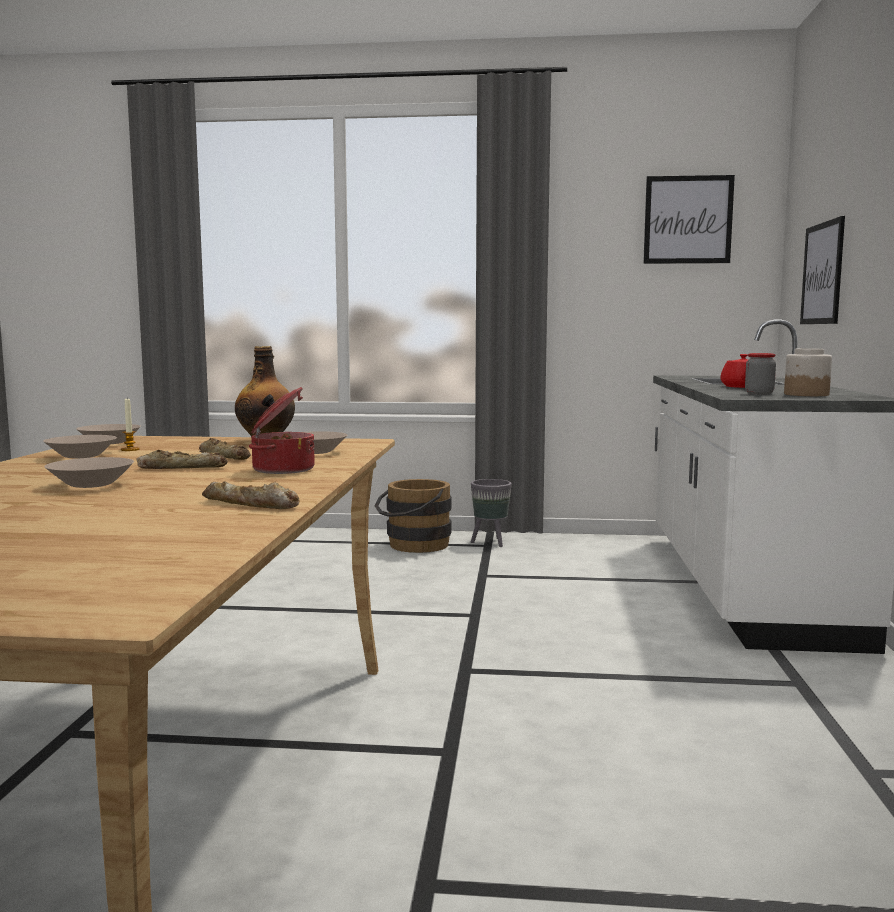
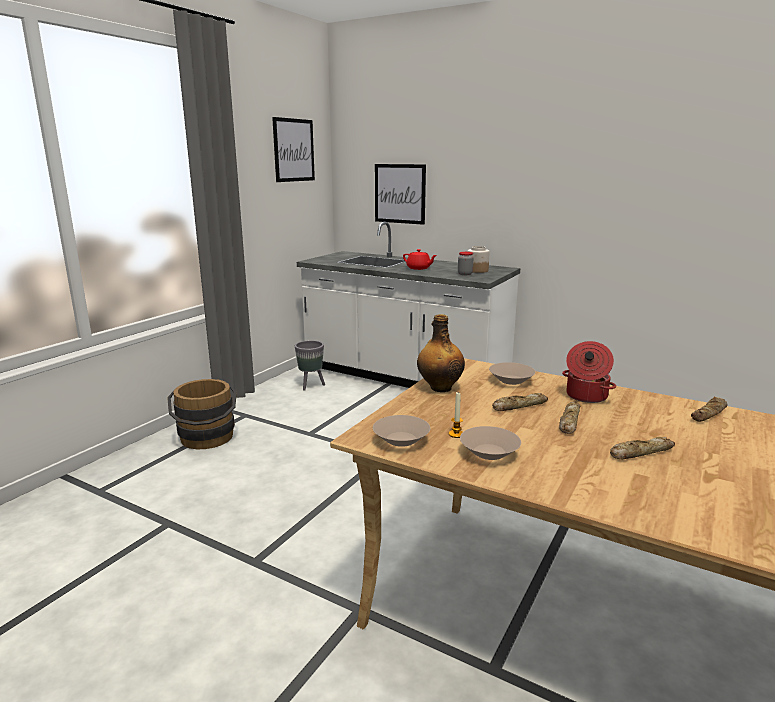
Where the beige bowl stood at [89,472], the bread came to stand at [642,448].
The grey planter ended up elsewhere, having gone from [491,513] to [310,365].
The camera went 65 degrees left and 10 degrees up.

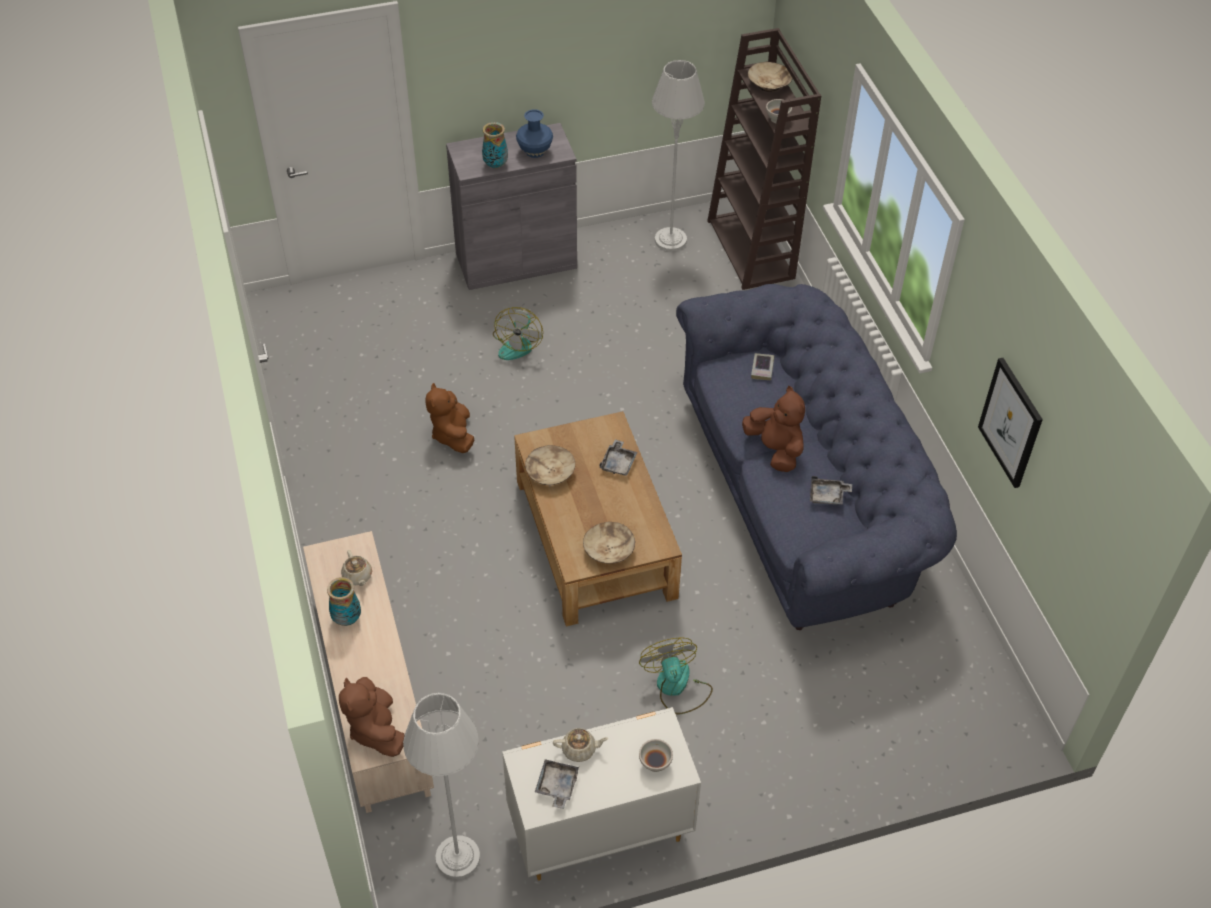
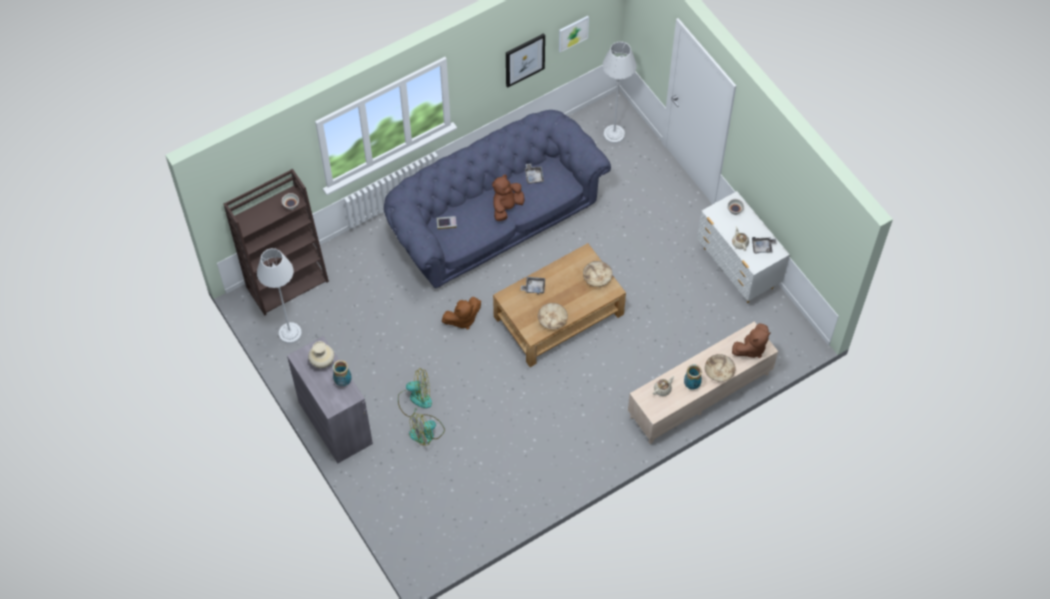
The beige bowl ended up elsewhere, having gone from [770,77] to [720,368].
What was the blue vase at [534,133] turned into the beige vase at [321,354].
The brown plush toy ended up elsewhere, having gone from [450,418] to [461,313].
The fan ended up elsewhere, having gone from [676,676] to [427,429].
The grey floor lamp ended up elsewhere, having gone from [441,786] to [619,93].
The second view gained the picture at [574,34].
The camera went 105 degrees left and 10 degrees up.

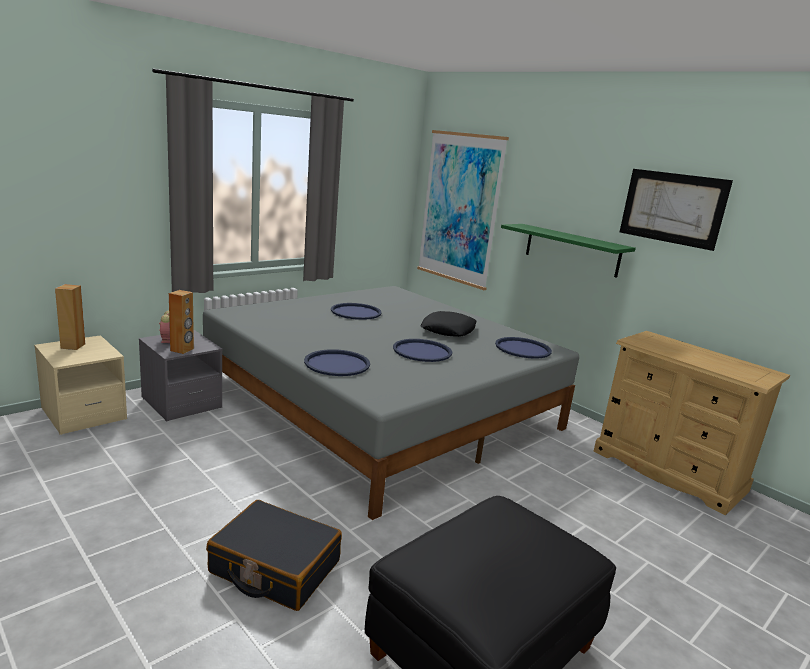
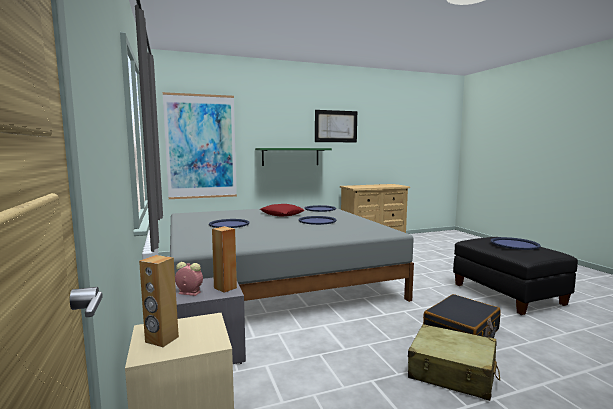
What was the black pillow at [448,324] turned into the red pillow at [282,210].
The blue tray ended up elsewhere, having gone from [337,362] to [516,243].
The second view gained the beige suitcase at [454,362].
The camera went 65 degrees left and 10 degrees down.

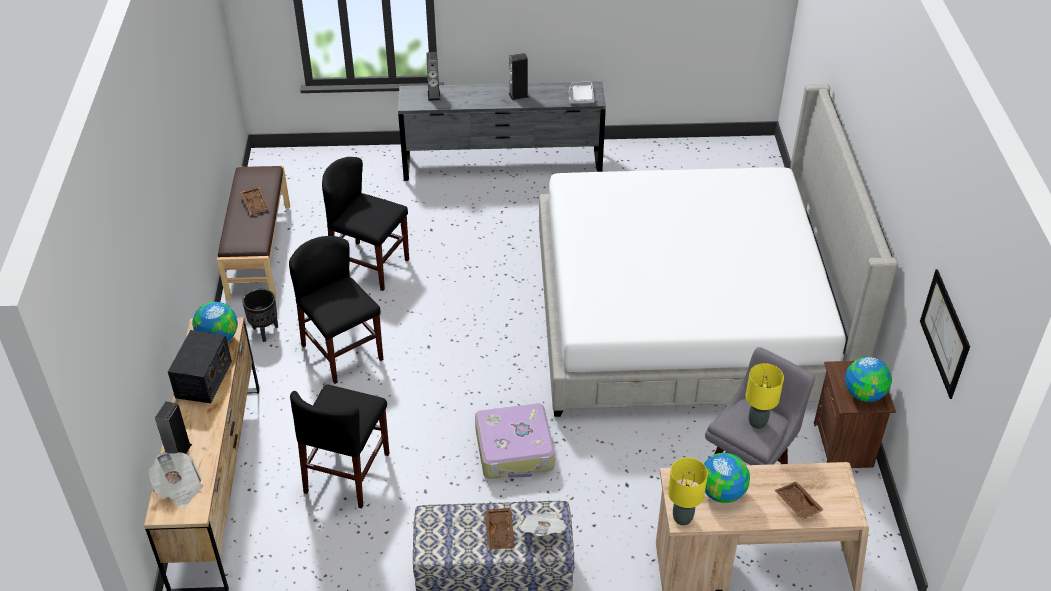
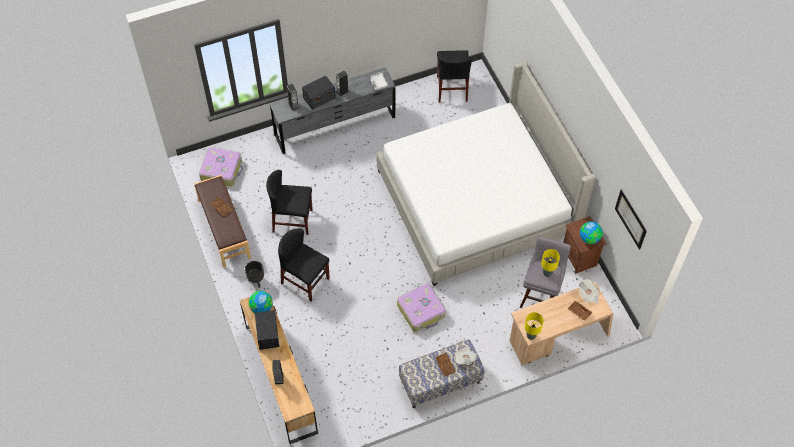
The black chair ended up elsewhere, having gone from [340,446] to [454,76].
The newspaper ended up elsewhere, having gone from [175,480] to [589,291].
The second view lost the globe at [727,478].
The second view gained the radio at [319,92].
The second view gained the suitcase at [221,166].
The camera went 20 degrees left and 15 degrees up.

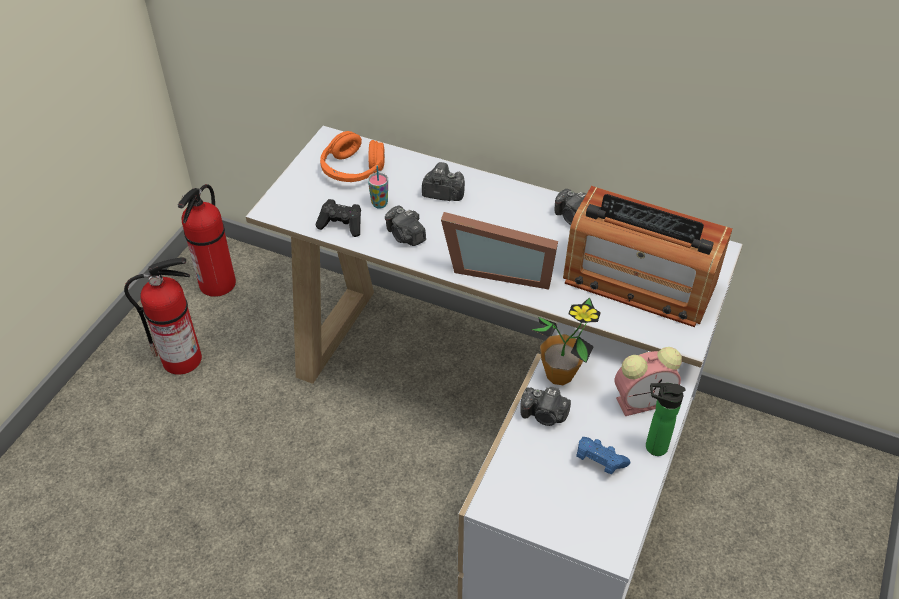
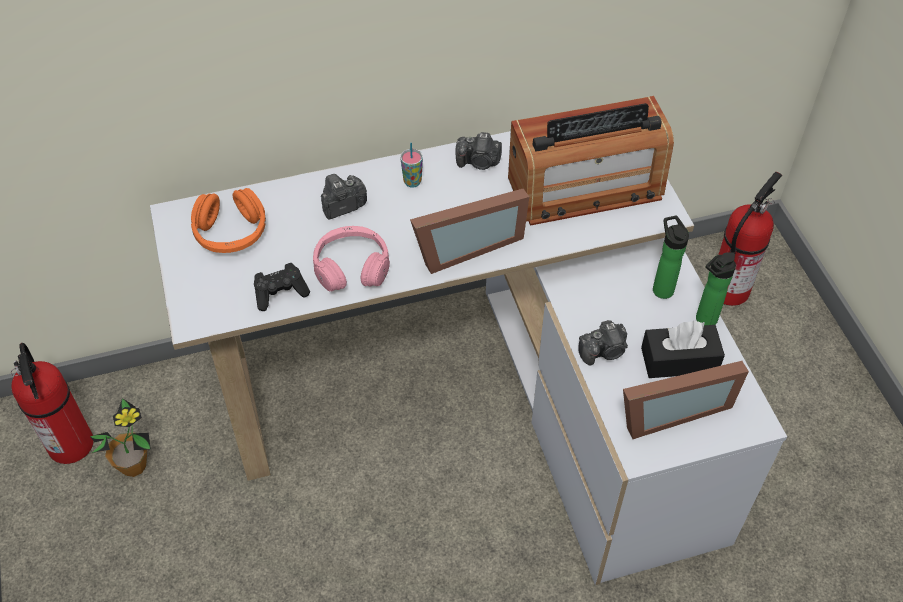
The cup ended up elsewhere, having gone from [378,187] to [411,165].
Where the photo camera stood at [405,226], the pink headphones came to stand at [351,258].
The fire extinguisher ended up elsewhere, having gone from [163,316] to [750,239].
The potted plant ended up elsewhere, having gone from [565,341] to [120,437].
Where the alarm clock stood at [648,381], the bottle came to stand at [671,257].
Where the blue game controller stood at [603,455], the black tissue box came to stand at [683,349].
The second view gained the picture frame at [686,400].
The camera went 40 degrees left and 5 degrees up.

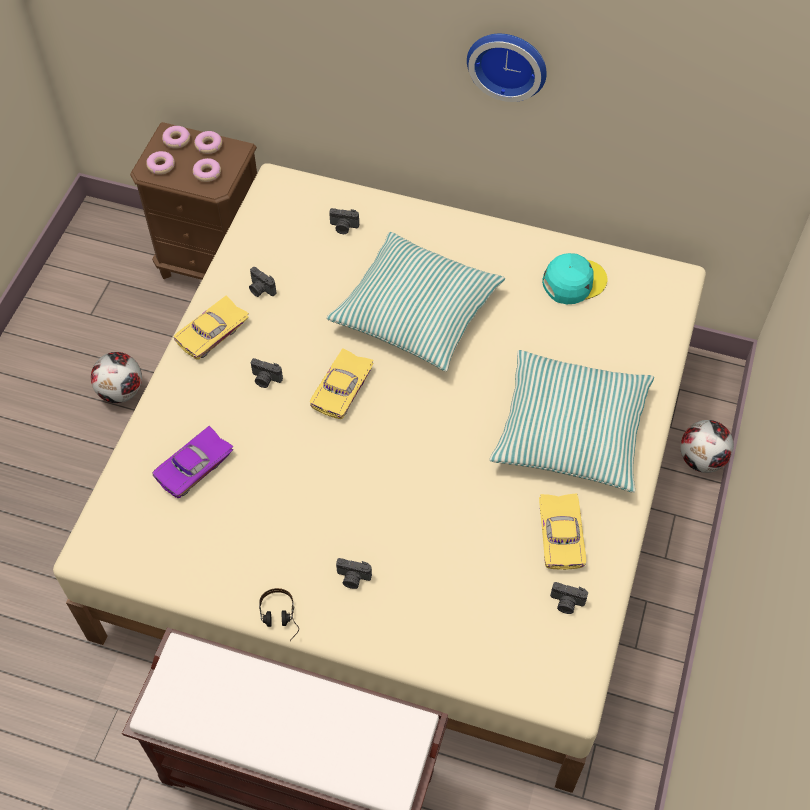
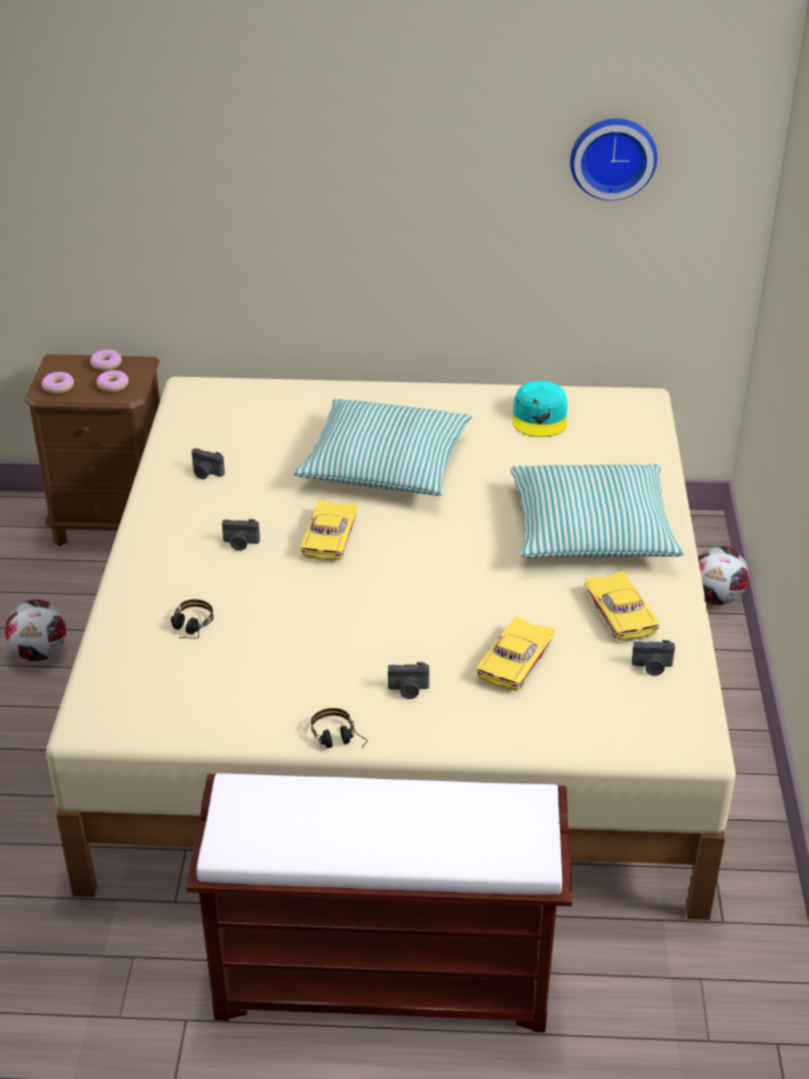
The wall clock ended up elsewhere, having gone from [507,68] to [613,159].
The second view lost the donut at [176,137].
The second view lost the photo camera at [344,221].
The turquoise cap at [574,278] ended up facing another way, 135 degrees clockwise from before.
The yellow toy car ended up elsewhere, having gone from [211,328] to [516,653].
Where the purple toy car stood at [193,462], the headphones came to stand at [192,619].
The camera went 15 degrees left and 20 degrees down.

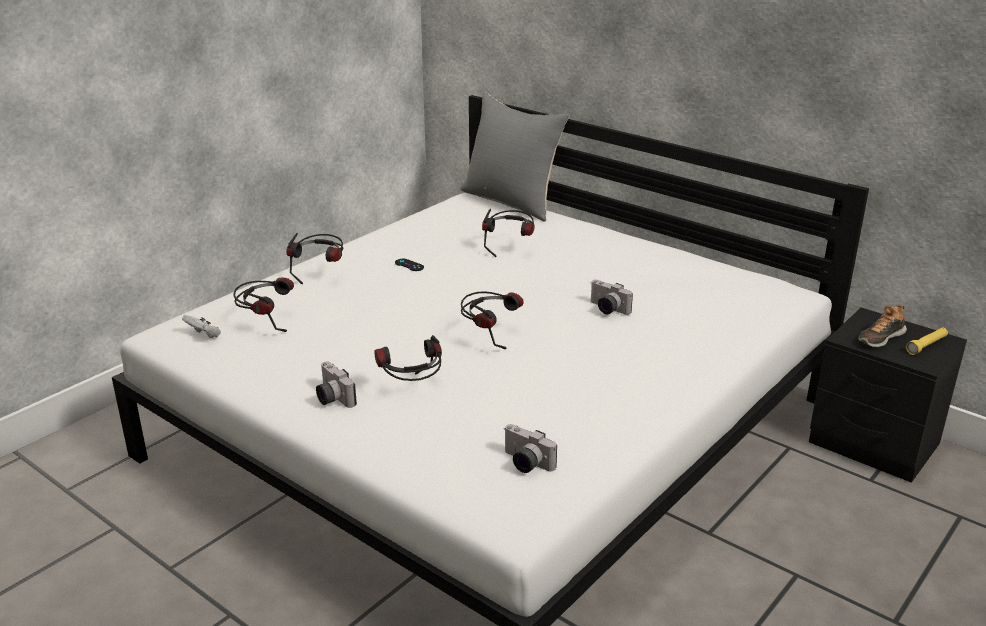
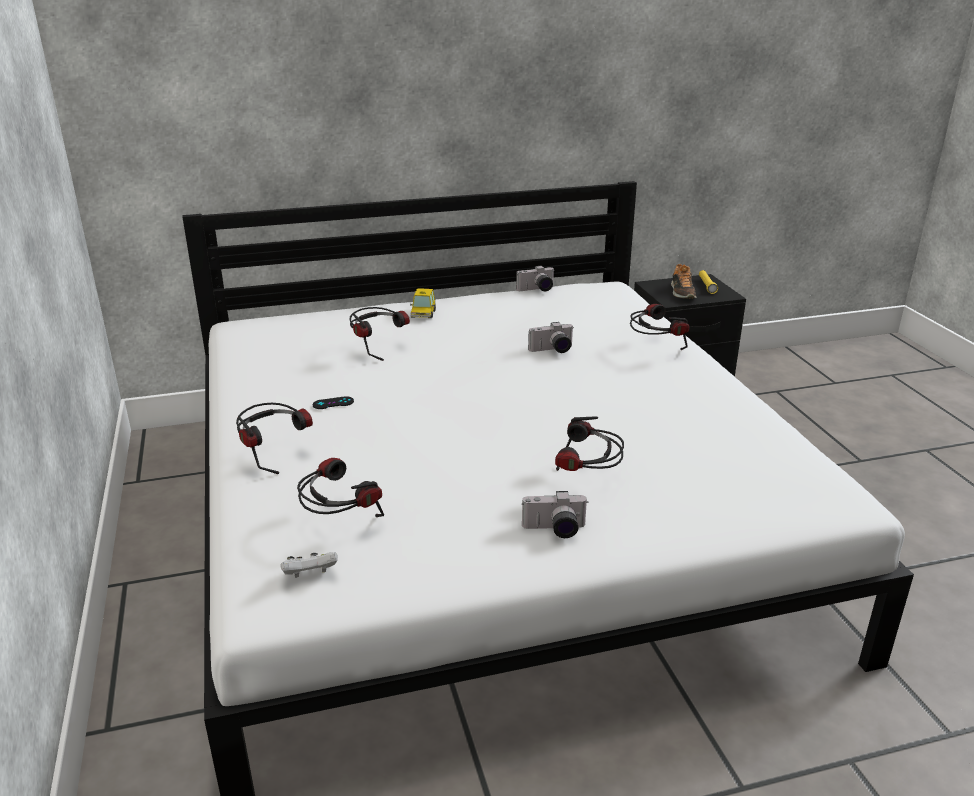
The second view lost the grey pillow at [515,156].
The headphones ended up elsewhere, having gone from [492,320] to [659,327].
The photo camera ended up elsewhere, having gone from [531,448] to [535,278].
The second view gained the toy car at [423,303].
The camera went 55 degrees left and 0 degrees up.

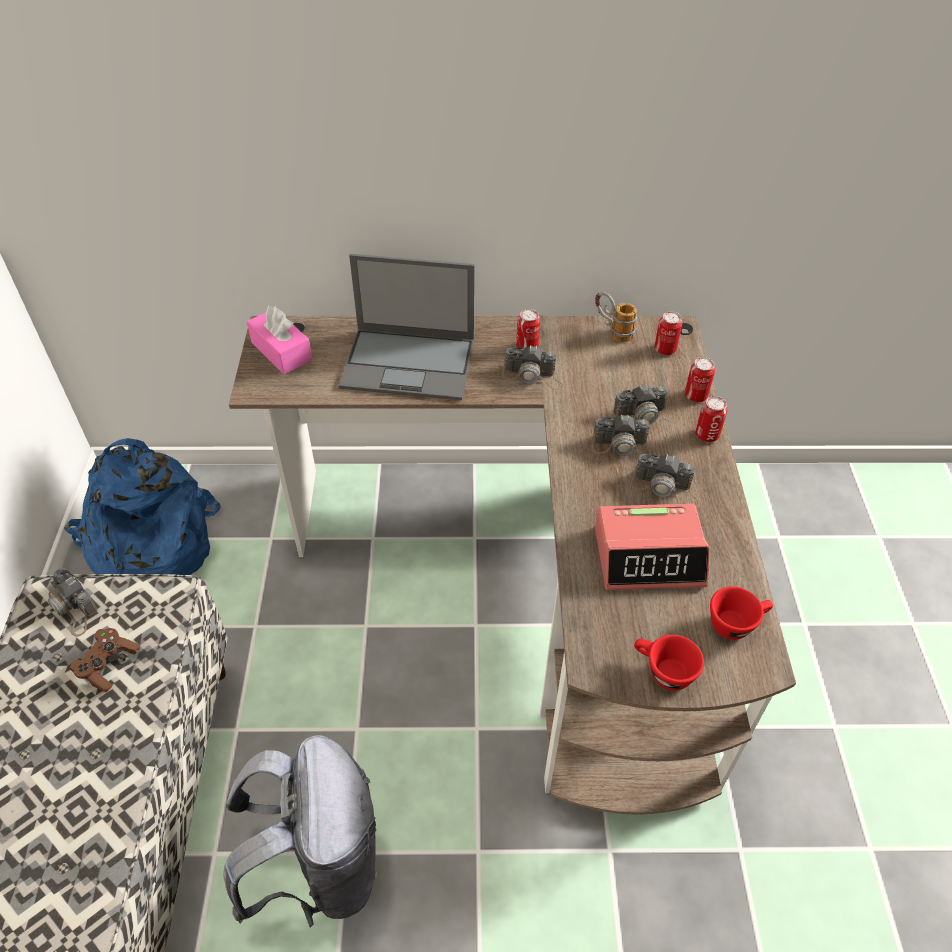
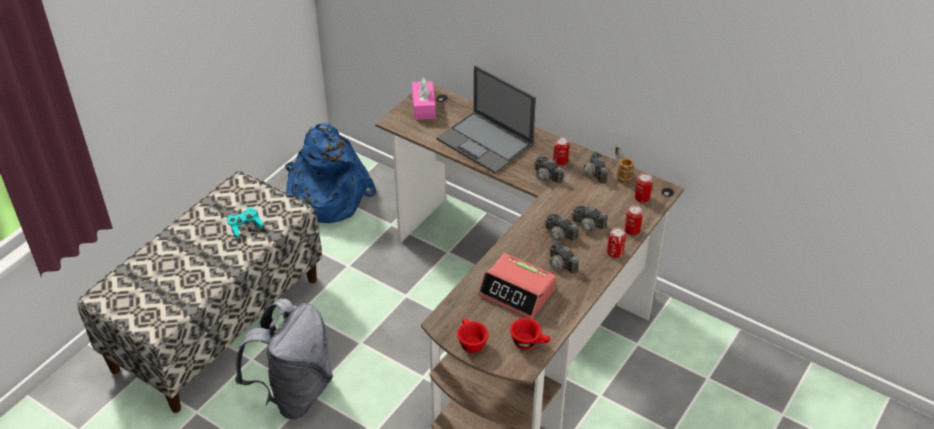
The photo camera ended up elsewhere, having gone from [73,602] to [595,171].
What was the brown game controller at [104,660] turned into the turquoise game controller at [245,222].
The camera went 35 degrees right and 5 degrees down.

